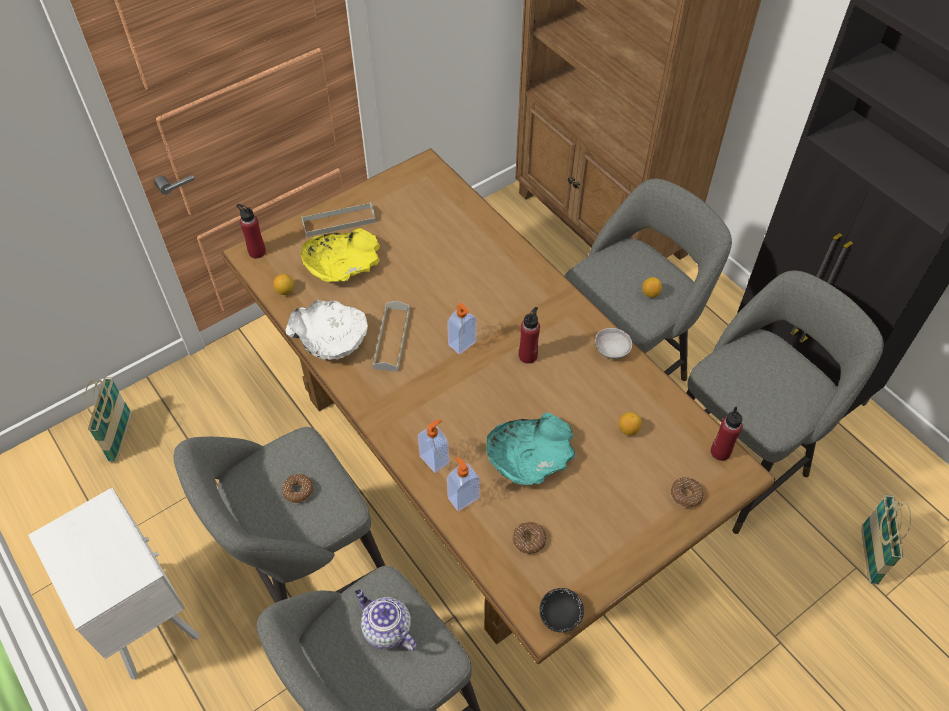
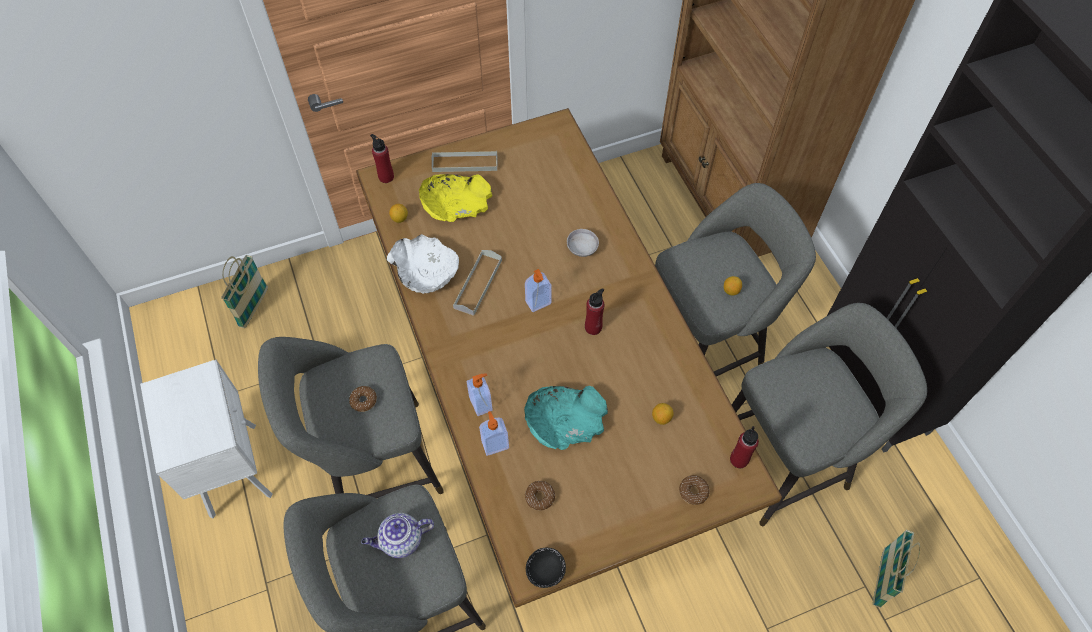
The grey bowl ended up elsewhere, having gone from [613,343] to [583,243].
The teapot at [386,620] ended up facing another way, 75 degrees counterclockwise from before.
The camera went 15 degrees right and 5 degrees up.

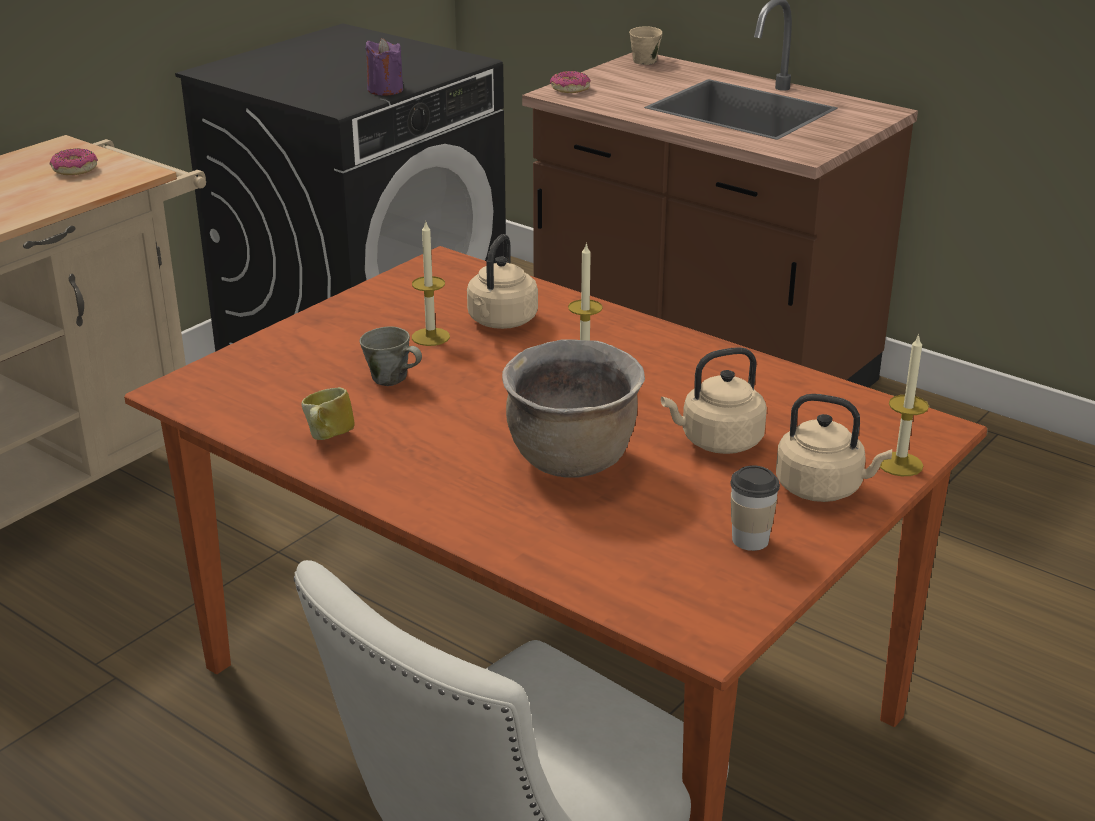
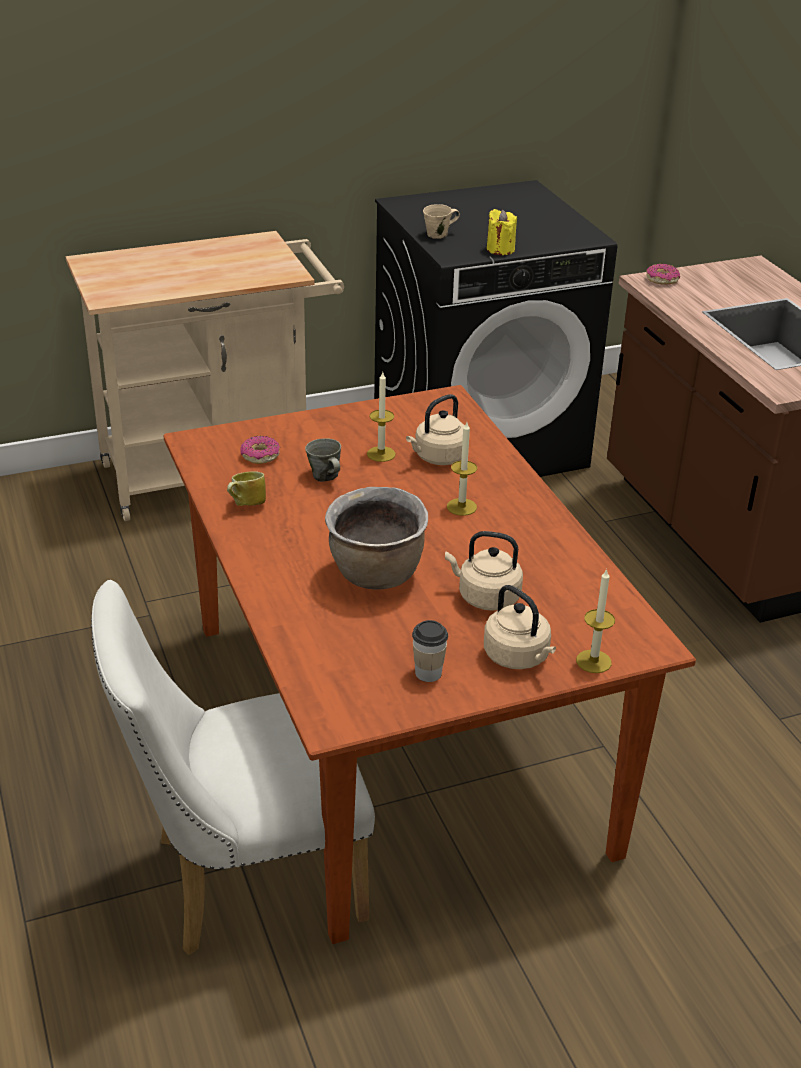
The beige mug ended up elsewhere, having gone from [645,45] to [441,221].
What was the purple candle at [384,67] turned into the yellow candle at [502,232].
The donut ended up elsewhere, having gone from [74,162] to [260,450].
The camera went 30 degrees right and 5 degrees up.

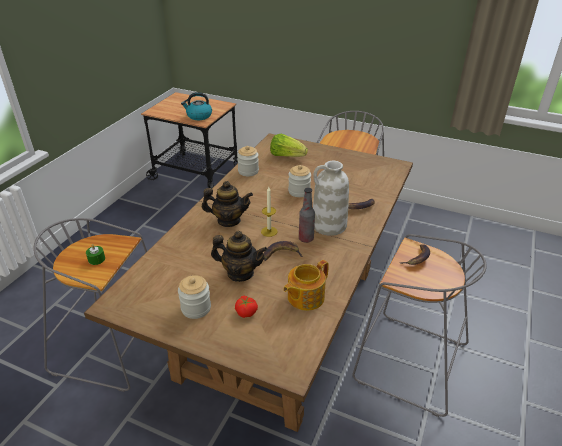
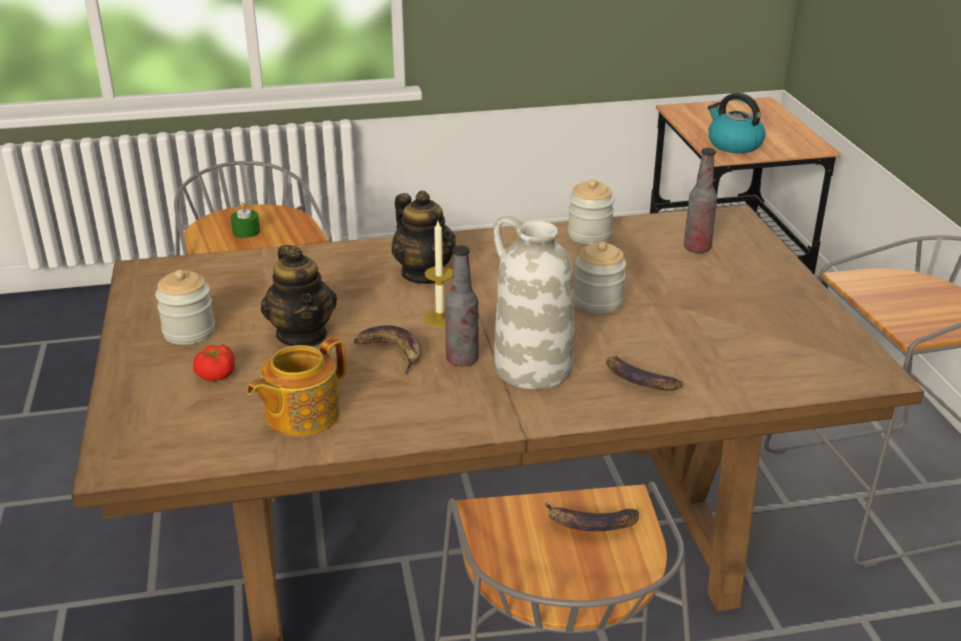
Where the lettuce stood at [289,145], the bottle came to stand at [700,200].
The teapot at [306,285] ended up facing another way, 60 degrees counterclockwise from before.
The camera went 55 degrees right and 5 degrees down.

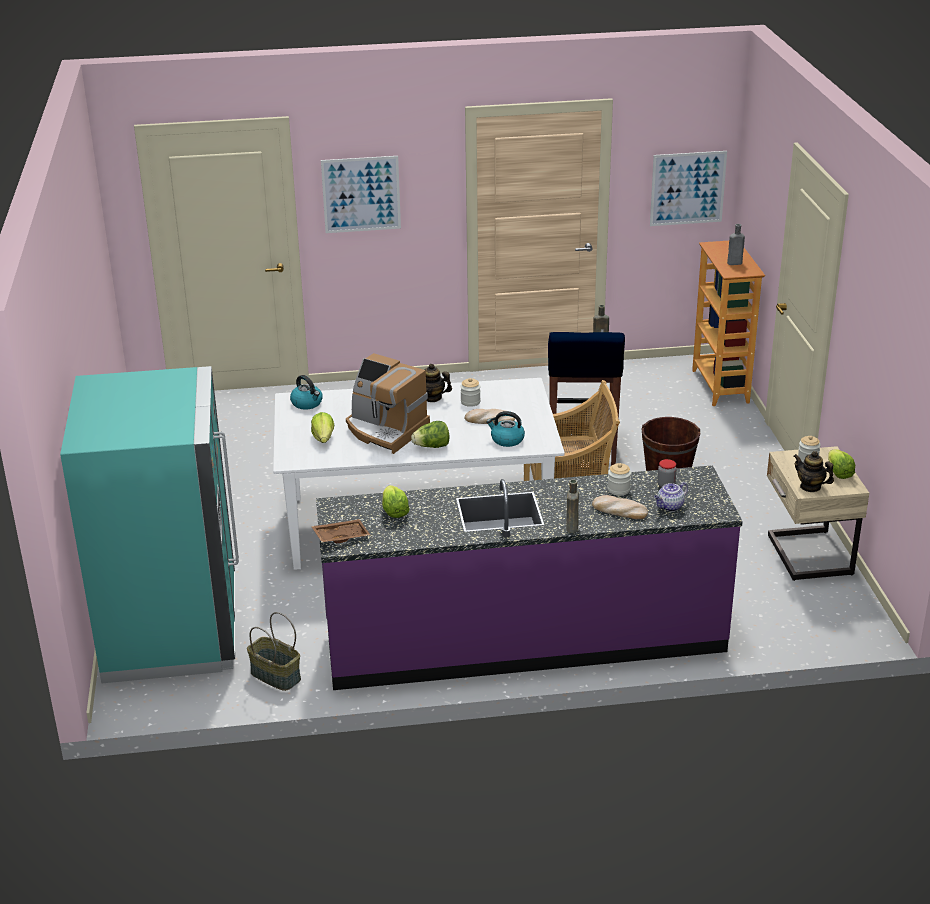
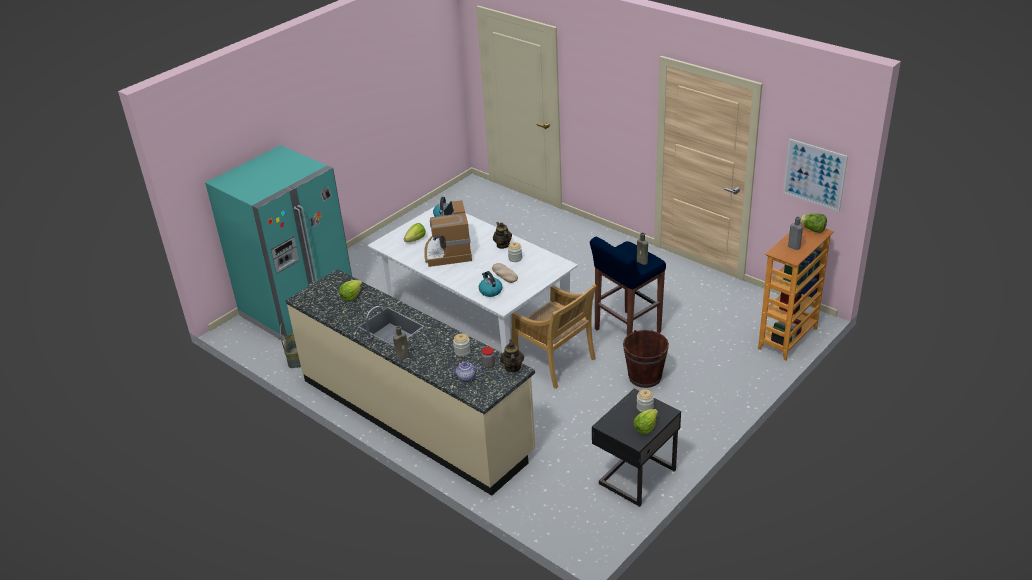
The second view lost the picture at [361,194].
The lettuce ended up elsewhere, having gone from [430,434] to [813,223].
What was the beige nightstand at [818,513] turned into the black nightstand at [636,447].
The teapot ended up elsewhere, having gone from [814,471] to [512,356].
What was the purple counter at [529,577] turned into the beige counter at [410,382].
The second view lost the bread at [620,507].
The second view lost the brown tray at [340,531].
The camera went 50 degrees right and 5 degrees up.

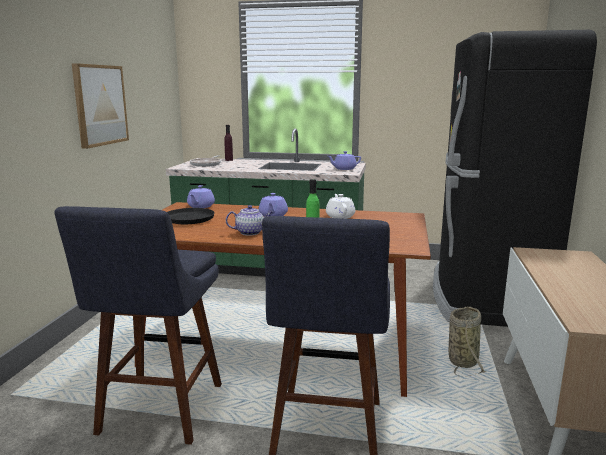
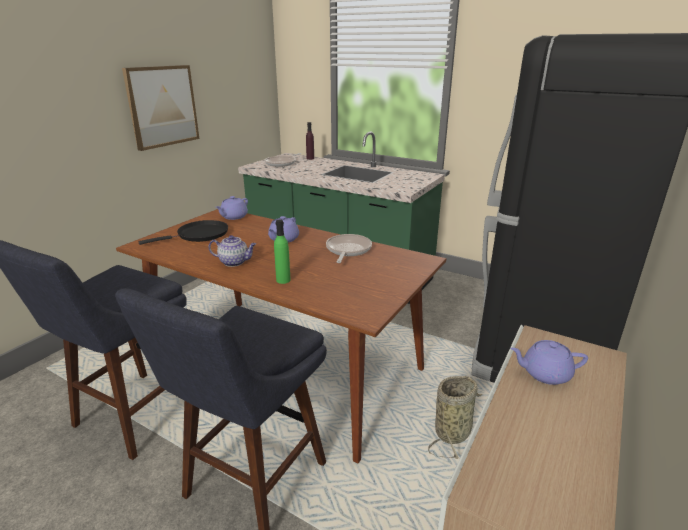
The purple teapot ended up elsewhere, having gone from [344,160] to [549,362].
Where the white teapot stood at [340,206], the frying pan came to stand at [349,248].
The camera went 20 degrees right and 10 degrees up.

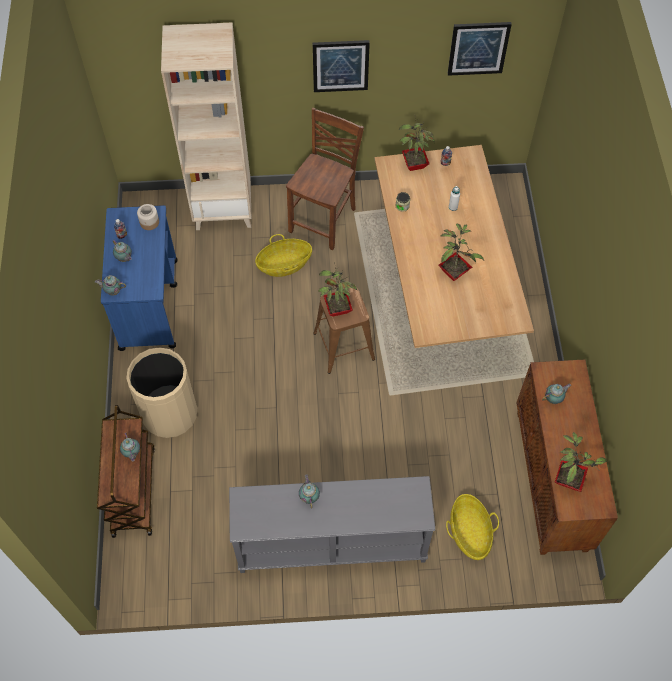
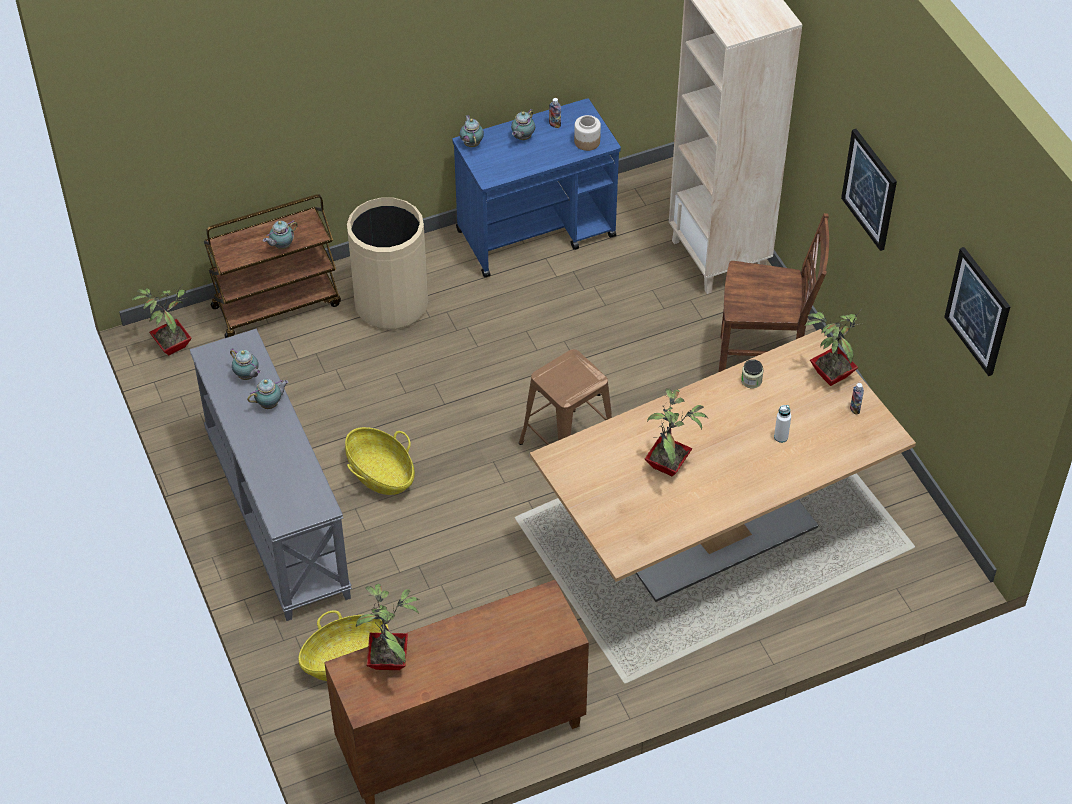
The basket ended up elsewhere, having gone from [283,255] to [380,461].
The potted plant ended up elsewhere, having gone from [337,289] to [162,319].
The teapot ended up elsewhere, having gone from [556,394] to [245,364].
The camera went 70 degrees right and 10 degrees down.

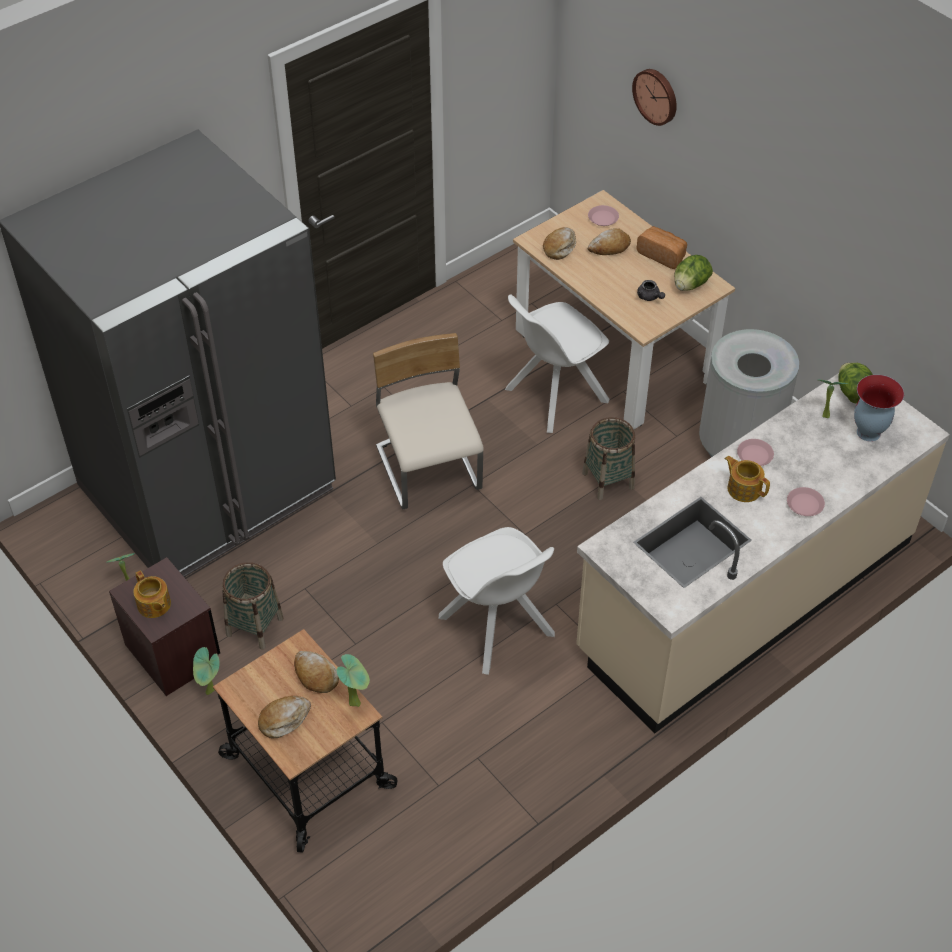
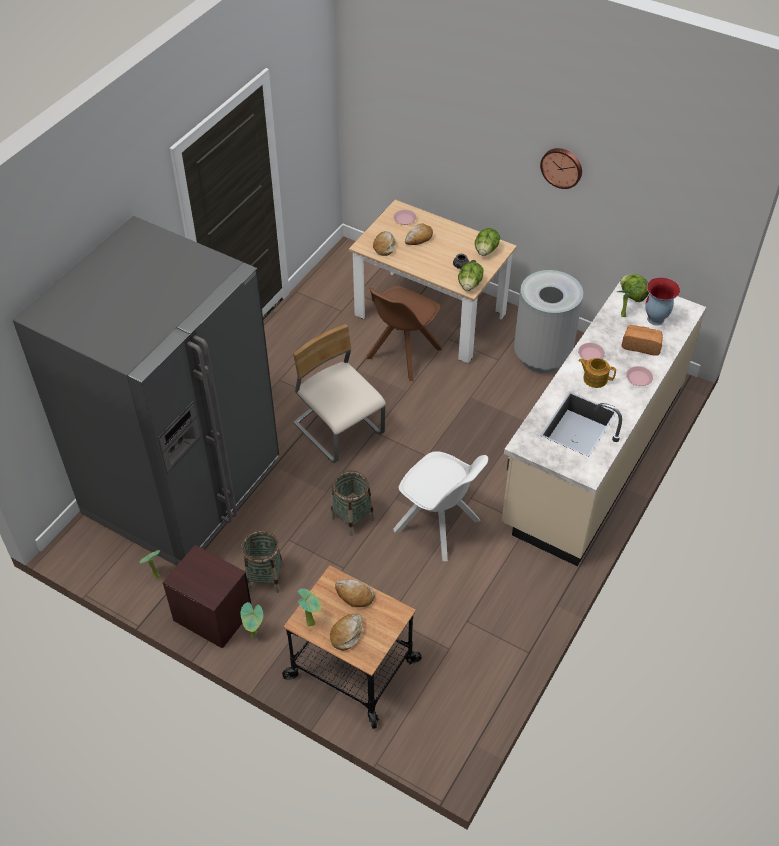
The wall clock ended up elsewhere, having gone from [654,97] to [561,168].
The bread ended up elsewhere, having gone from [661,247] to [642,340].
What was the white chair at [557,363] turned into the brown chair at [404,333].
The basket ended up elsewhere, having gone from [608,458] to [352,503].
The second view lost the teapot at [152,594].
The potted plant ended up elsewhere, having gone from [353,680] to [309,607].
The second view gained the lettuce at [471,276].
The camera went 20 degrees left and 0 degrees up.

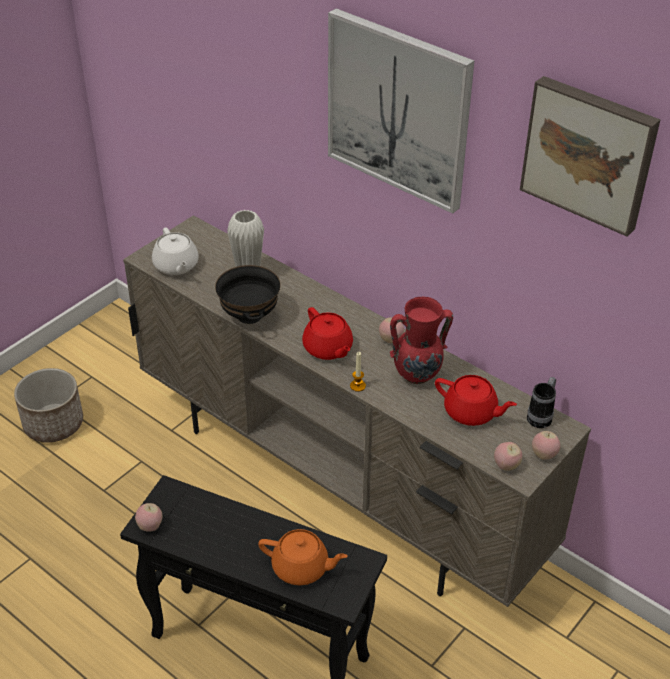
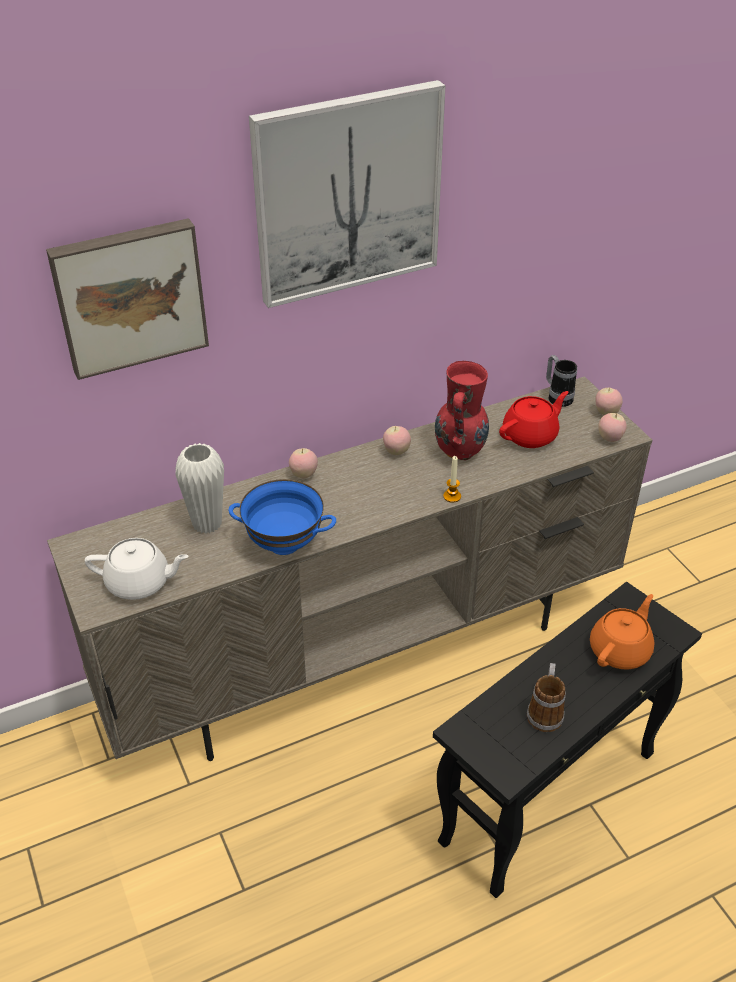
The picture ended up elsewhere, having gone from [590,156] to [127,299].
What was the black bowl at [248,294] turned into the blue bowl at [282,517].
The second view lost the red teapot at [327,333].
The second view lost the planter at [48,405].
The apple ended up elsewhere, having gone from [148,517] to [303,463].
The second view gained the mug at [546,697].
The camera went 65 degrees left and 0 degrees up.

